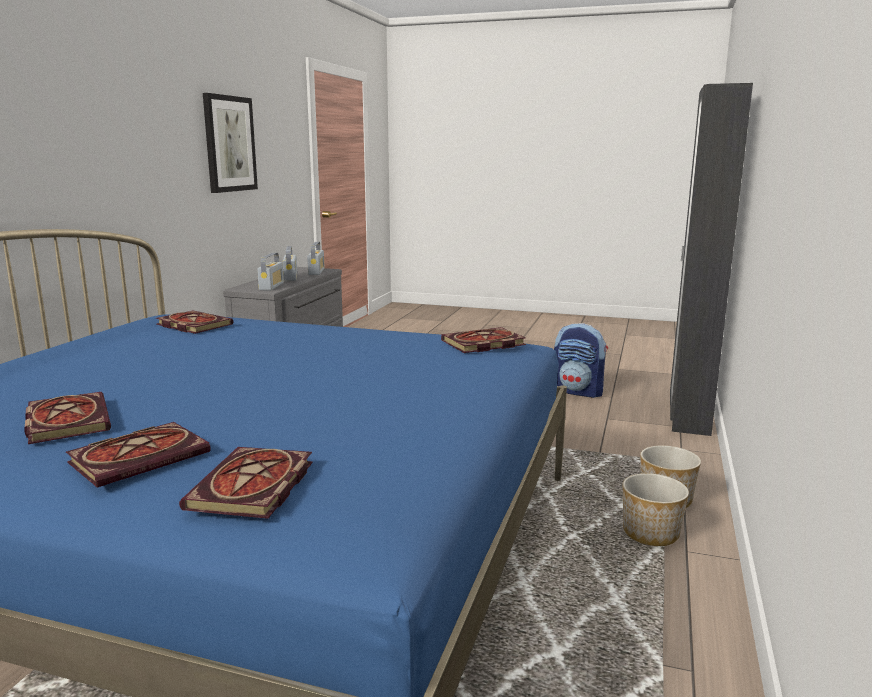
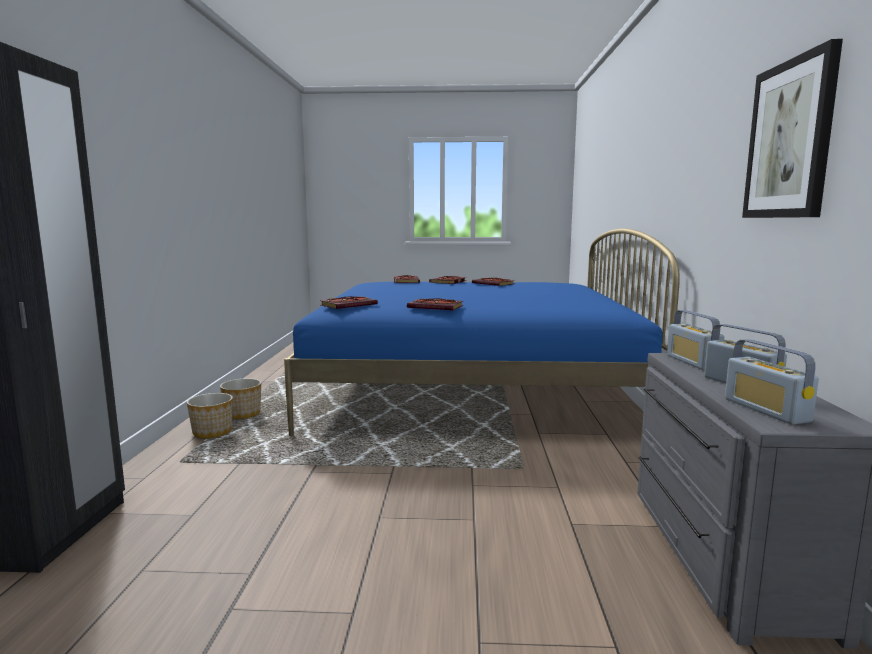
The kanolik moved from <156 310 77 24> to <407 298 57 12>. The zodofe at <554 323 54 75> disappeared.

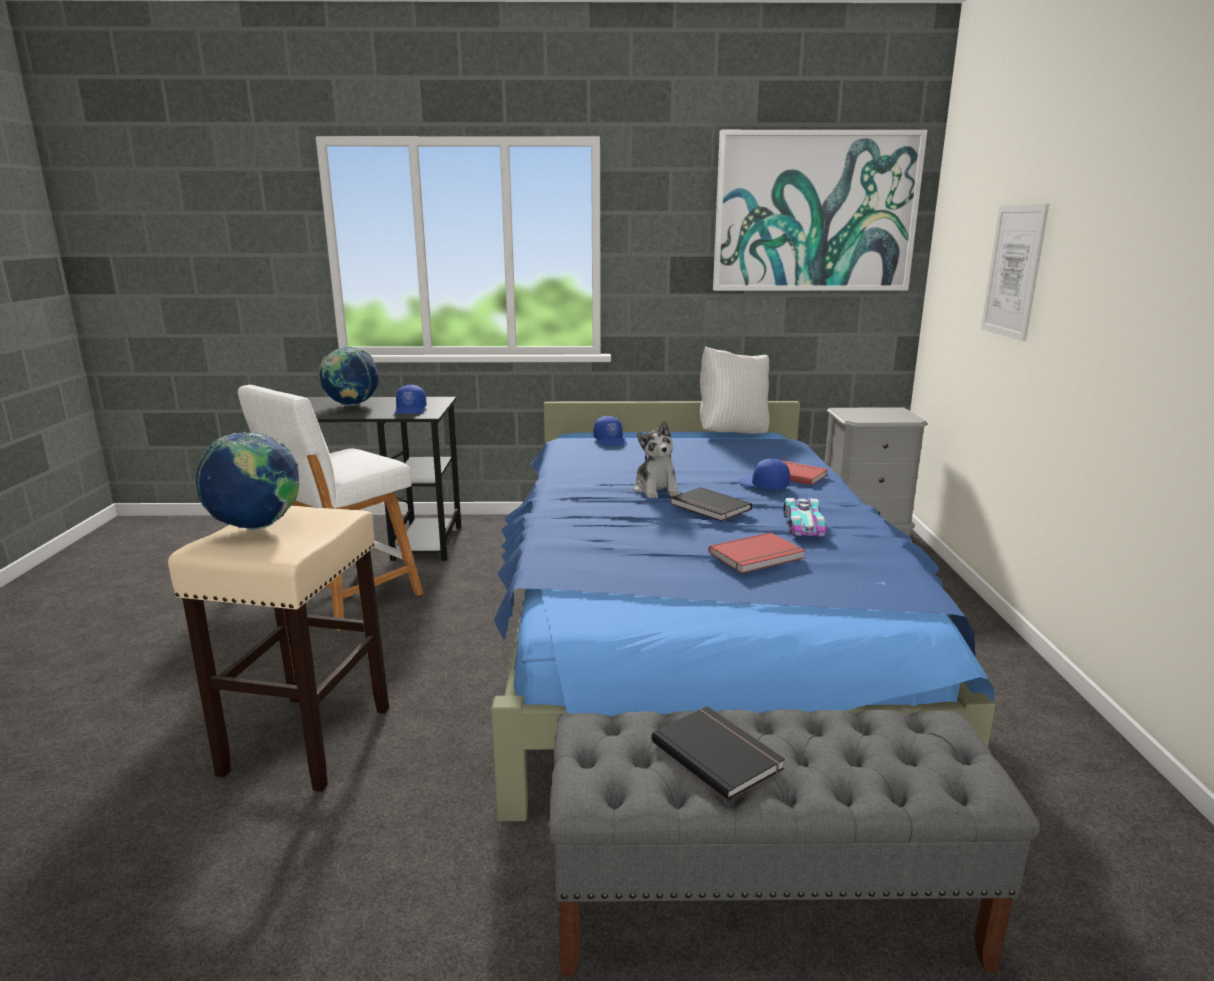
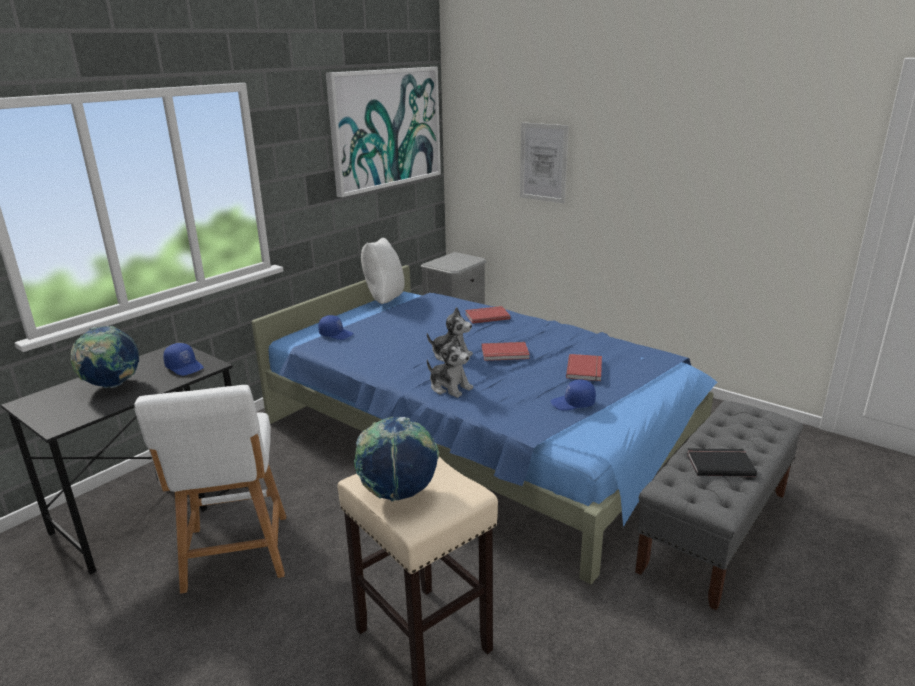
The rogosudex at <427 335 46 63> appeared. The black_kanolik at <670 487 82 34> became the red_kanolik at <482 342 48 19>. The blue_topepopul moved from <739 459 51 31> to <550 379 46 32>. The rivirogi at <783 497 43 40> disappeared.

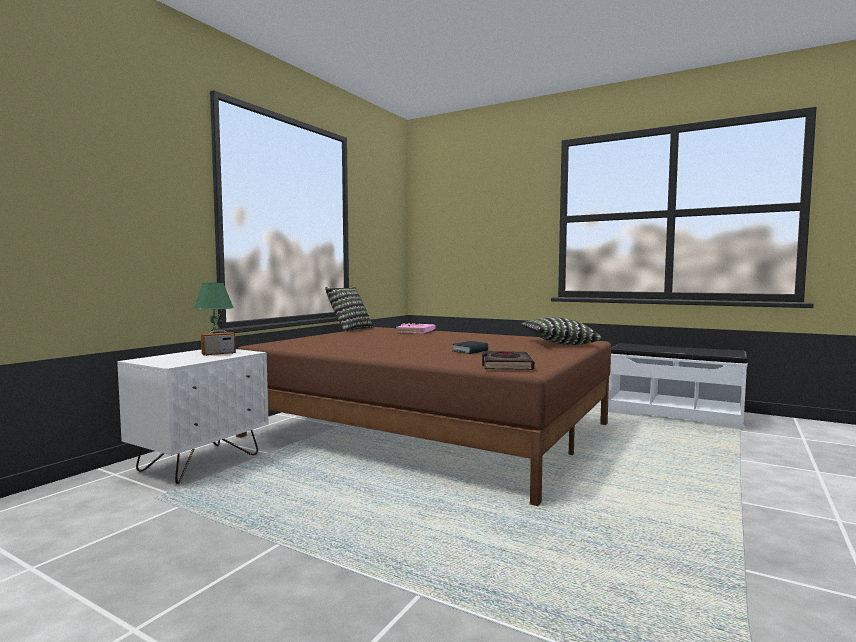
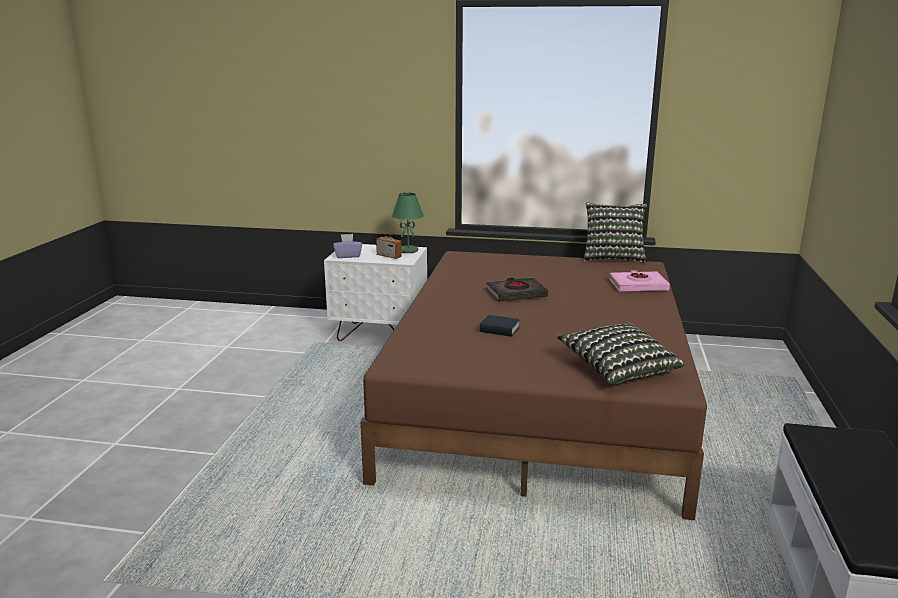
The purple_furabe at <333 234 29 24> appeared. The black_kanolik moved from <482 351 53 19> to <486 278 62 24>.

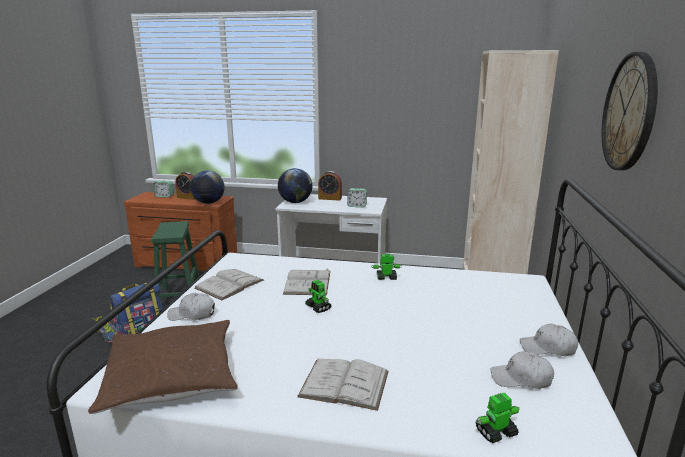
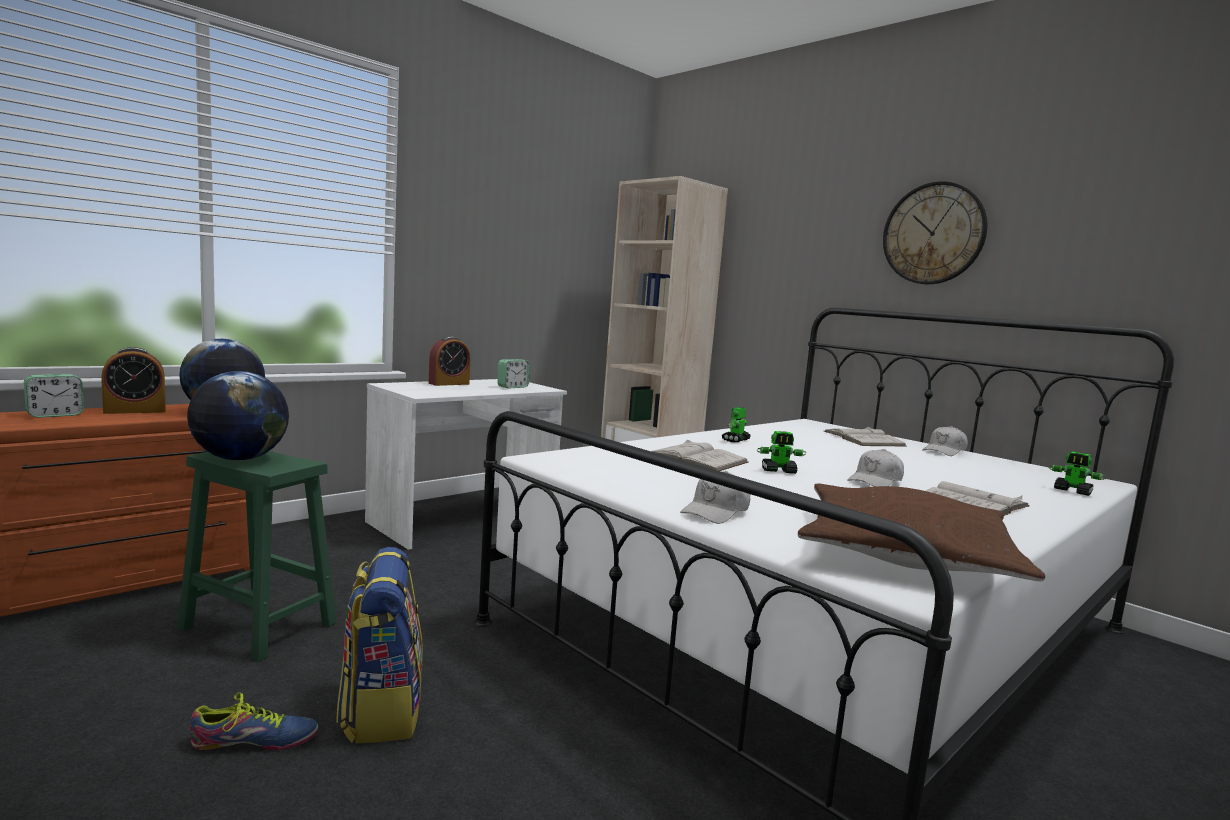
The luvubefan moved from <278 168 35 35> to <187 371 102 89>. The white_kanolik moved from <194 269 70 32> to <824 426 82 20>. The white_topepopul moved from <490 351 64 38> to <847 449 57 38>. The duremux at <476 393 44 50> turned 60 degrees counterclockwise.

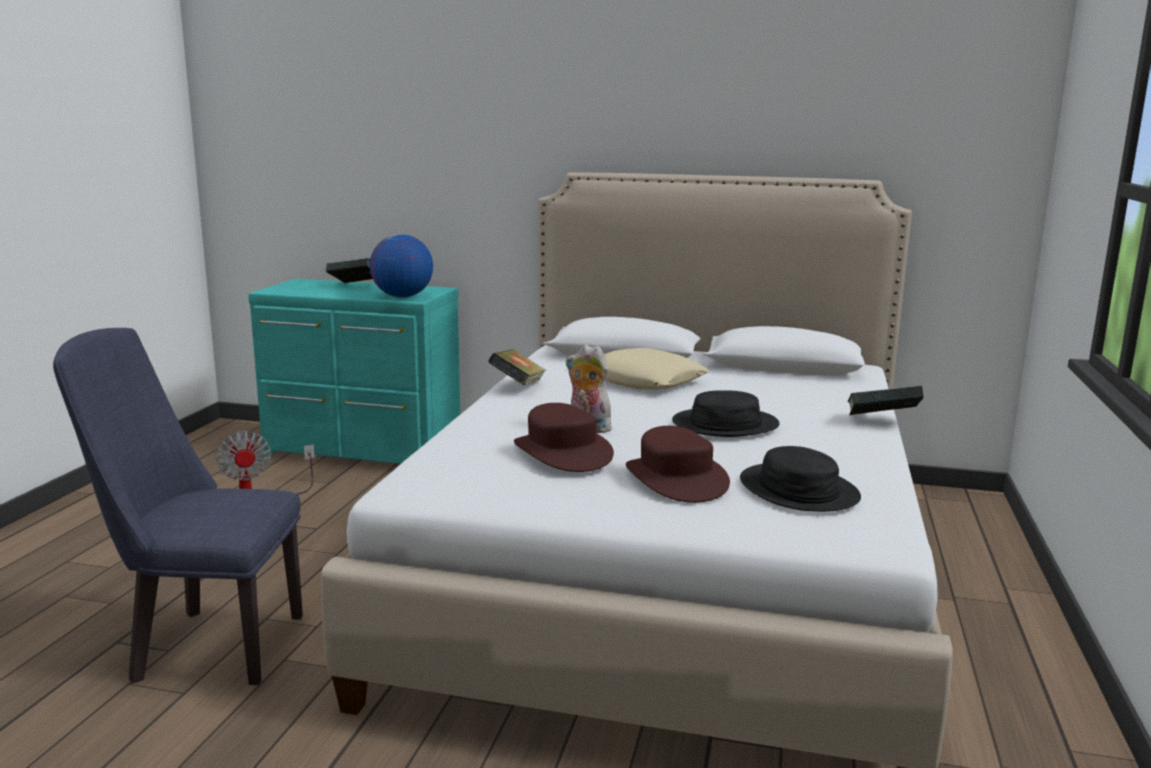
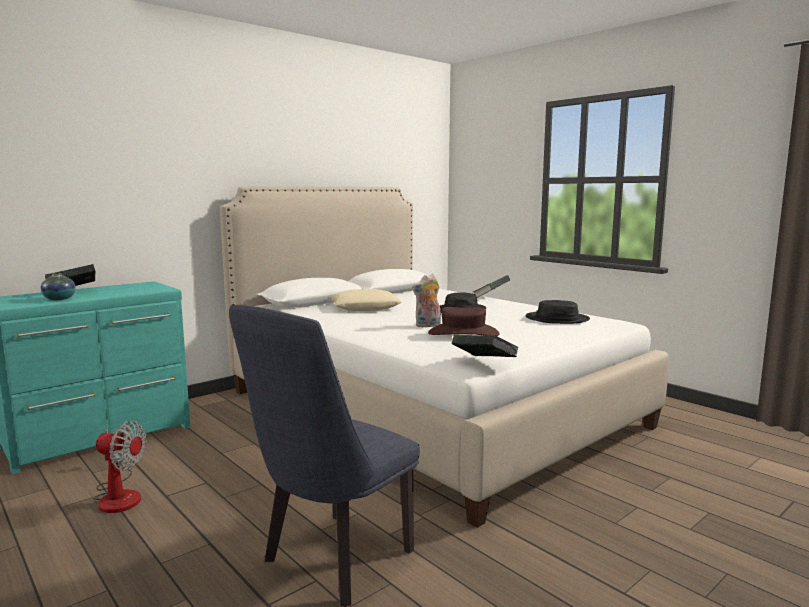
The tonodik at <41 273 35 27> appeared. The kanolik moved from <488 349 58 36> to <452 335 67 22>. The luvubefan at <370 234 63 63> disappeared. The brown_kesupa at <626 426 104 77> disappeared.

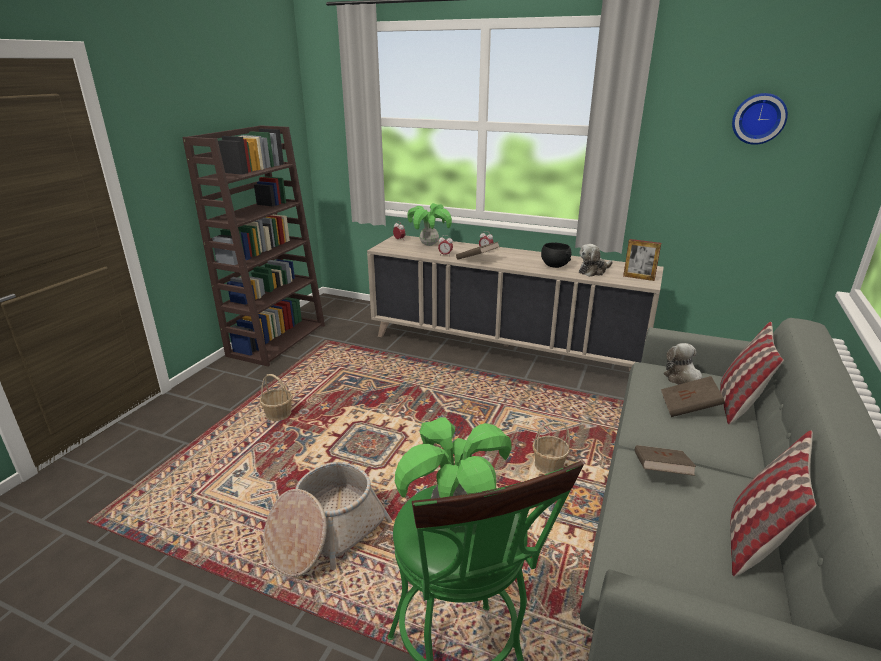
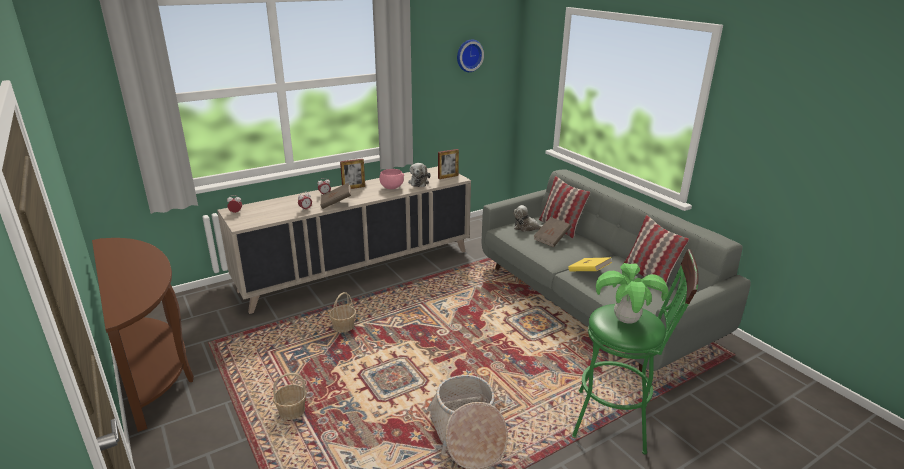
The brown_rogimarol at <182 125 143 242> was replaced by the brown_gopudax at <92 238 102 194>. The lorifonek moved from <532 422 38 52> to <329 292 27 40>. The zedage at <340 159 25 30> appeared. The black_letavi at <541 243 30 25> became the pink_letavi at <379 169 25 20>. The brown_kanolik at <635 445 61 31> became the yellow_kanolik at <568 257 44 14>. The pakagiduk at <407 203 45 43> disappeared.

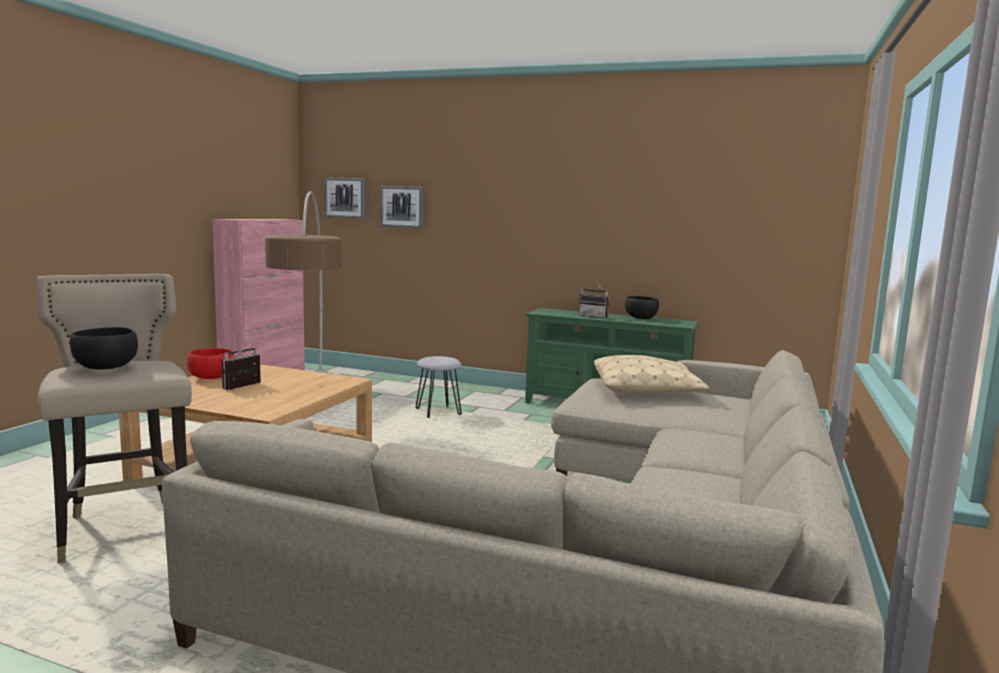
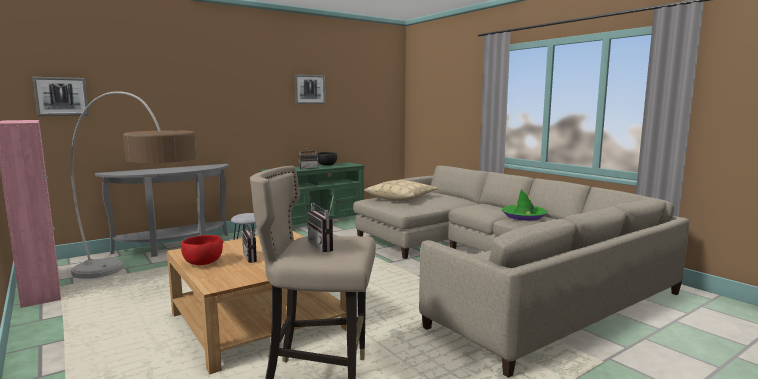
The grey_gopudax at <95 164 134 93> appeared. The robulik moved from <380 186 43 42> to <294 74 31 30>. The black_letavi at <70 327 68 43> was replaced by the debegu at <307 195 27 58>. The green_kesupa at <502 190 45 31> appeared.

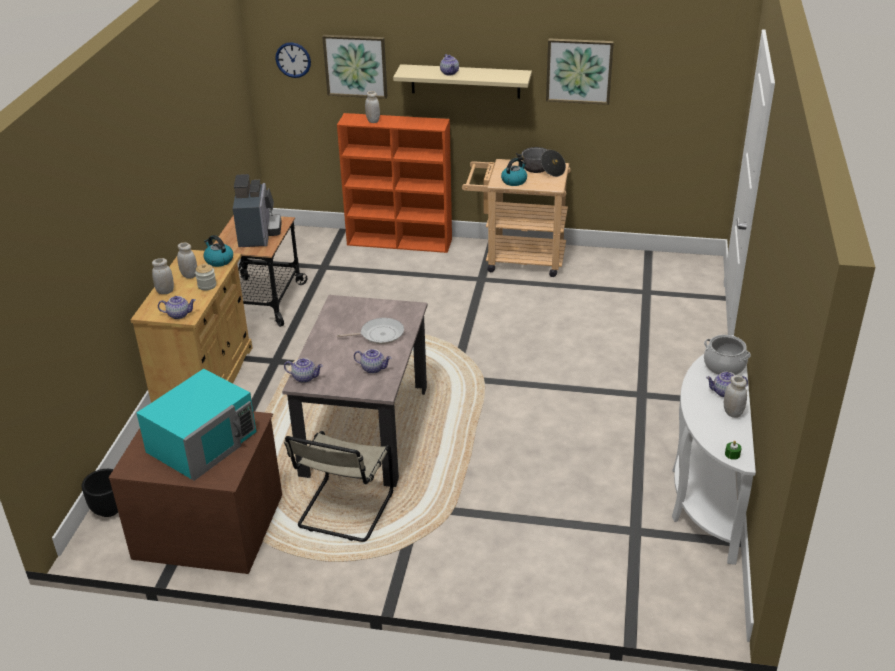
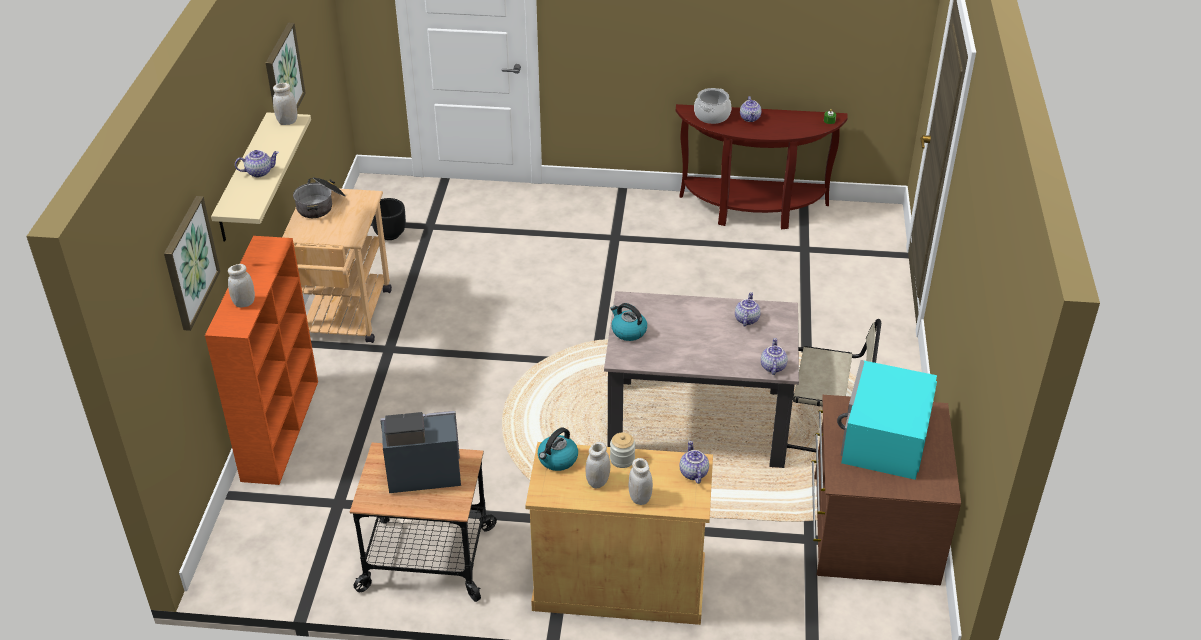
The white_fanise moved from <724 375 23 43> to <273 83 24 42>. The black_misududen moved from <82 469 36 48> to <372 198 34 42>. The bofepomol moved from <501 158 26 28> to <610 303 37 38>. The white_gopudax at <672 354 84 211> became the brown_gopudax at <676 104 172 125>. The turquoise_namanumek at <137 369 119 112> turned 105 degrees counterclockwise. The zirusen at <276 42 35 36> disappeared. The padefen at <337 318 67 26> disappeared.

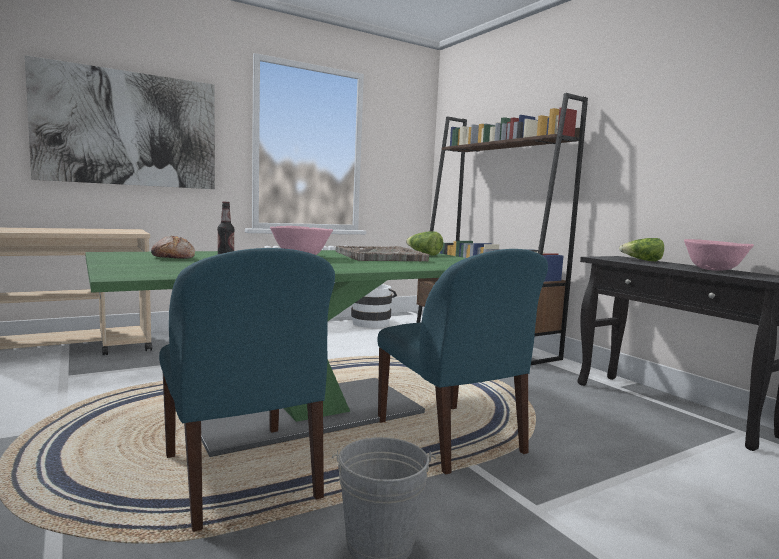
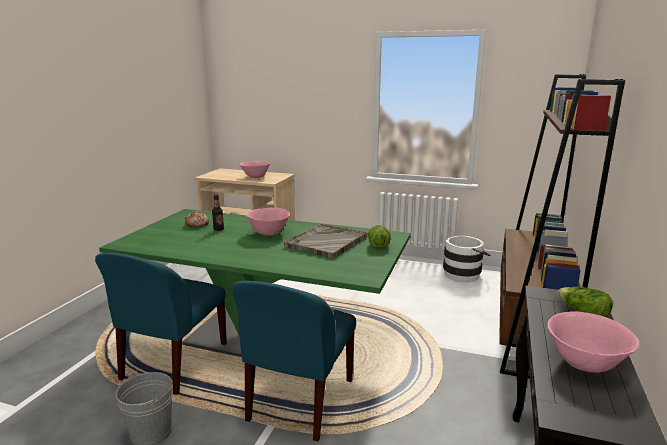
The pink_letavi at <240 161 30 17> appeared. The robulik at <25 55 190 134> disappeared.

